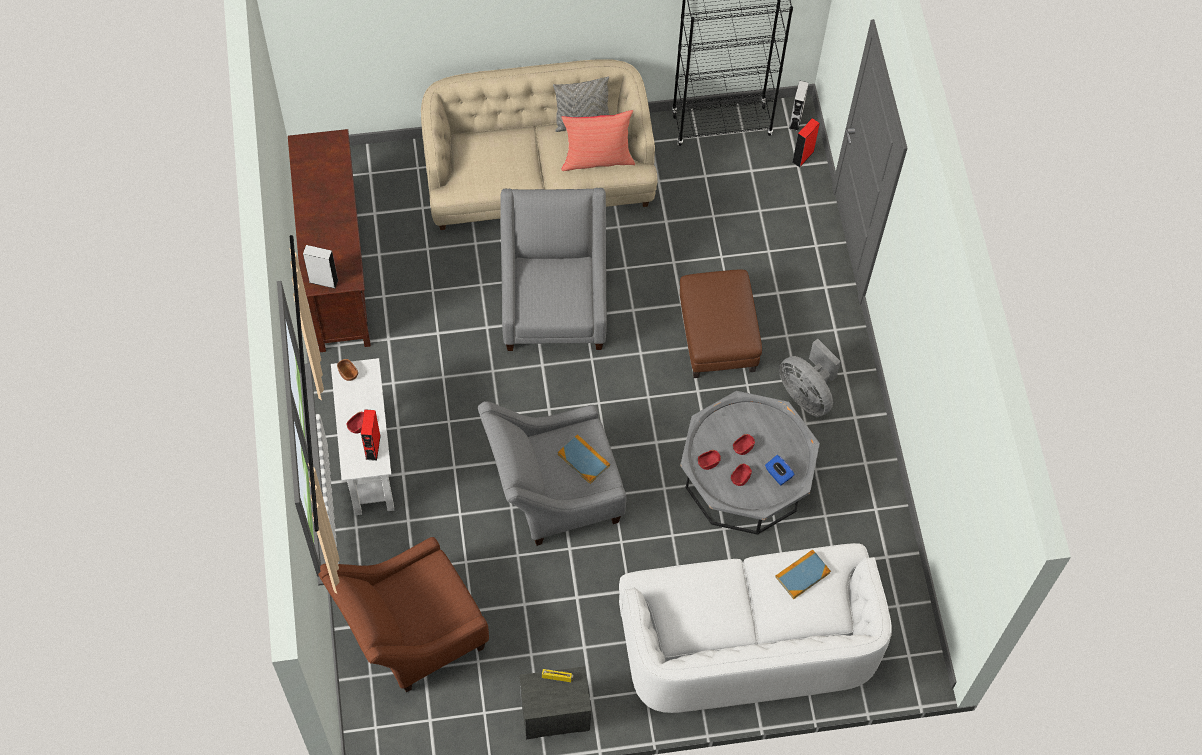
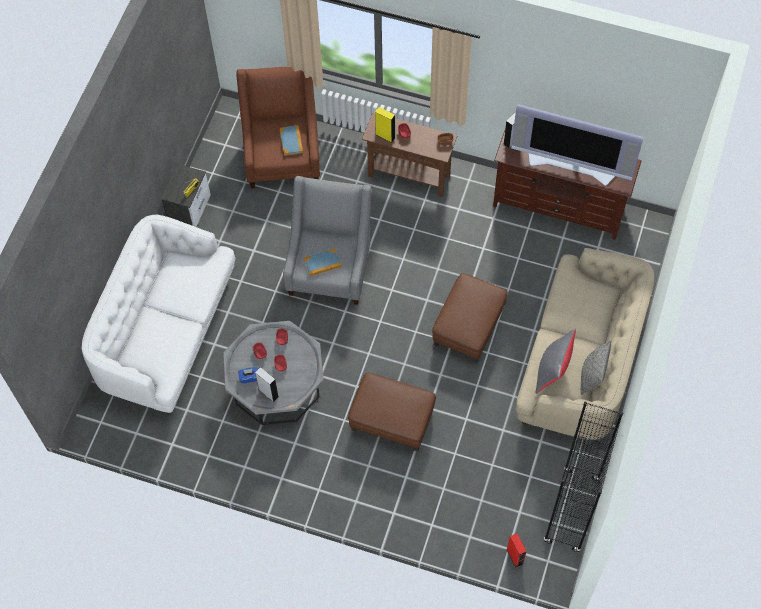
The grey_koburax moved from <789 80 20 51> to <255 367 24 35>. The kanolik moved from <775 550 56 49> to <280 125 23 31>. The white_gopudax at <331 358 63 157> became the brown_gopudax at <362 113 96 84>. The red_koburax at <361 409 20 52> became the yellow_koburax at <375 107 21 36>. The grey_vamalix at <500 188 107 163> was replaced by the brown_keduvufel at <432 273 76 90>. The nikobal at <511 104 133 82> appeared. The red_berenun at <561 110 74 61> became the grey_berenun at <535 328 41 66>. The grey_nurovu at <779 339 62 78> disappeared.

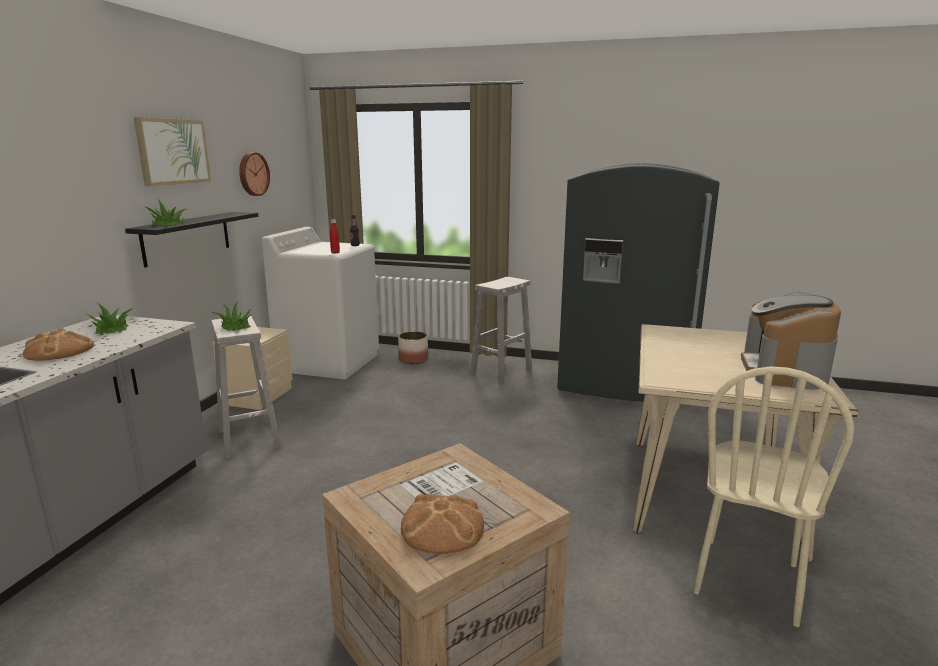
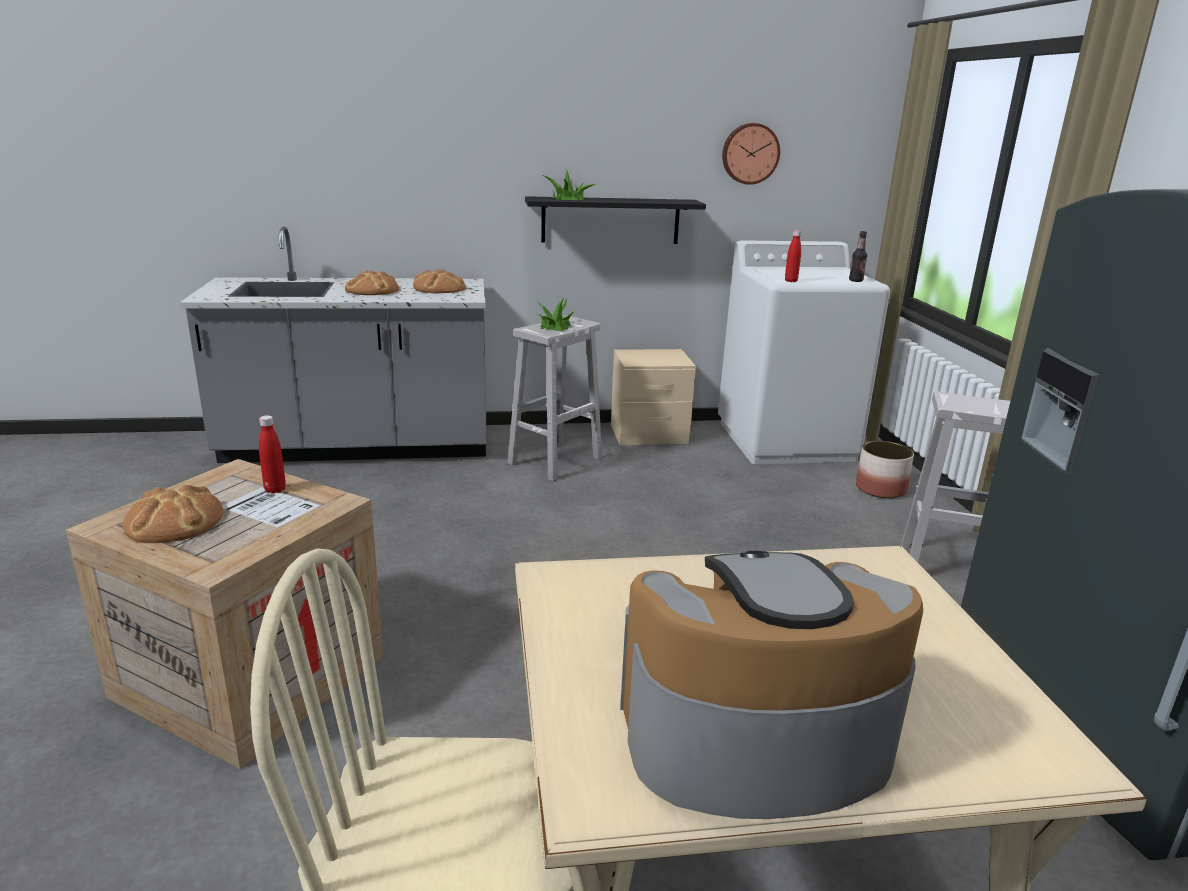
The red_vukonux at <259 415 27 79> appeared. The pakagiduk at <87 303 47 32> was replaced by the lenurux at <413 269 53 24>. The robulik at <134 117 77 69> disappeared.

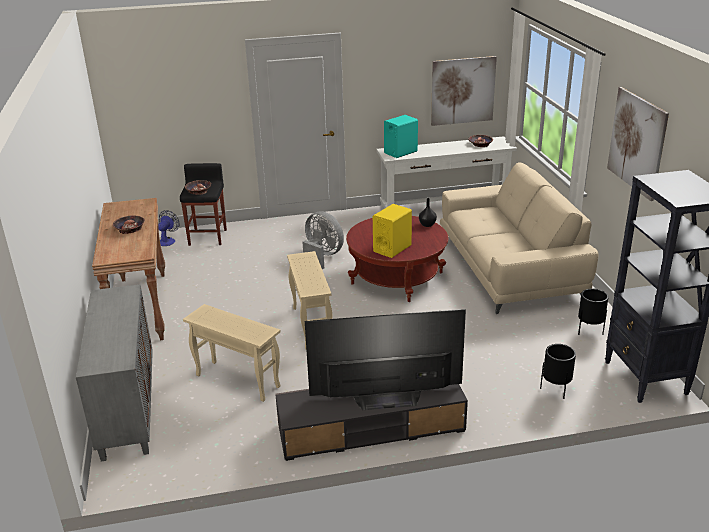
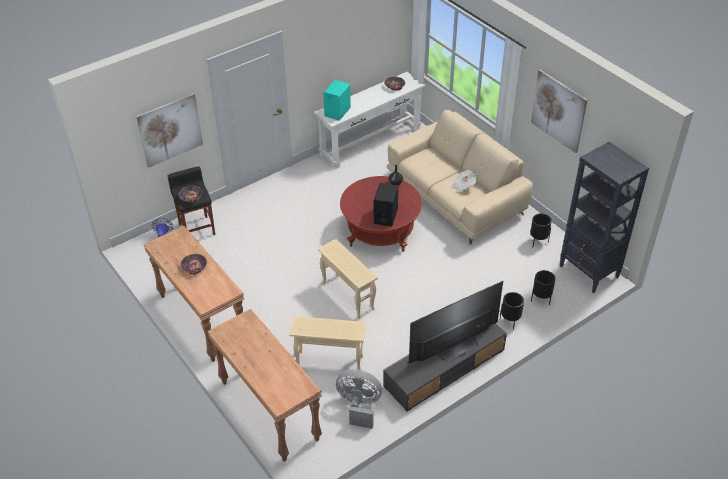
The robulik moved from <431 56 66 70> to <136 93 67 75>. The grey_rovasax at <76 284 77 178> was replaced by the brown_gopudax at <207 309 115 153>. The grey_nurovu moved from <303 211 41 58> to <336 369 46 60>. The yellow_koburax at <373 204 39 54> became the black_koburax at <374 183 24 44>. The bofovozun at <451 169 26 23> appeared. The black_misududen at <500 292 24 38> appeared.

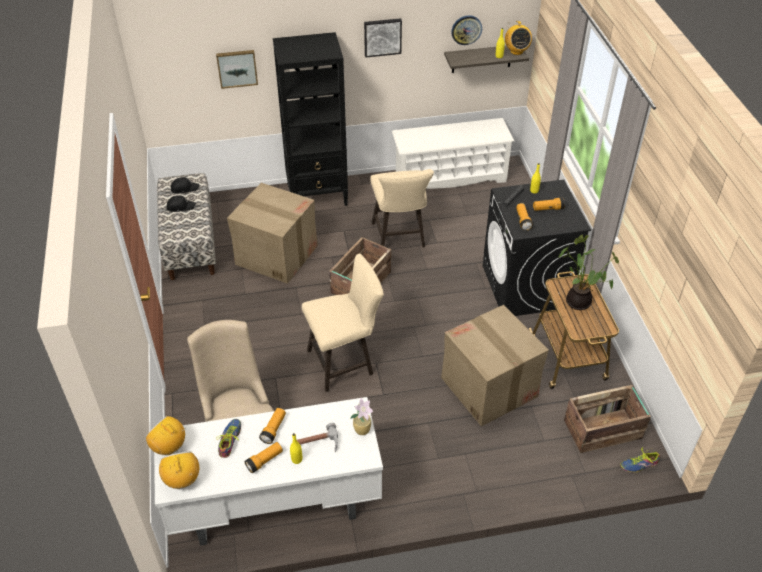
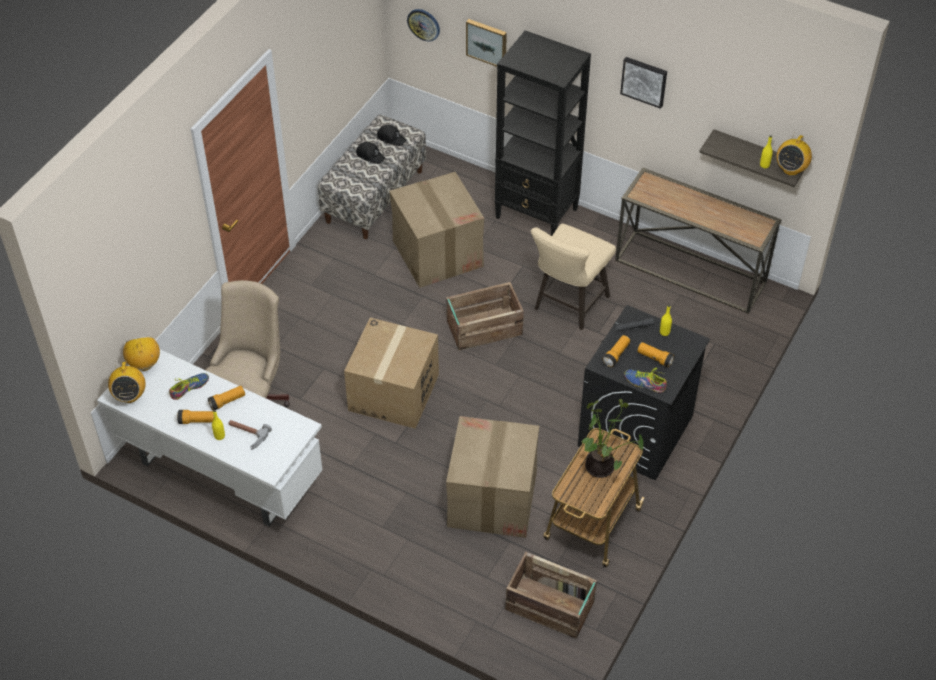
The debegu at <159 452 40 37> turned 150 degrees clockwise. The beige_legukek at <302 253 82 139> was replaced by the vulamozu at <344 317 95 112>. The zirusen moved from <451 15 31 30> to <407 9 33 33>. The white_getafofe at <392 118 122 71> was replaced by the gopudax at <615 168 167 146>. The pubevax moved from <620 447 40 25> to <624 368 43 25>. The pakagiduk at <350 397 23 38> disappeared.

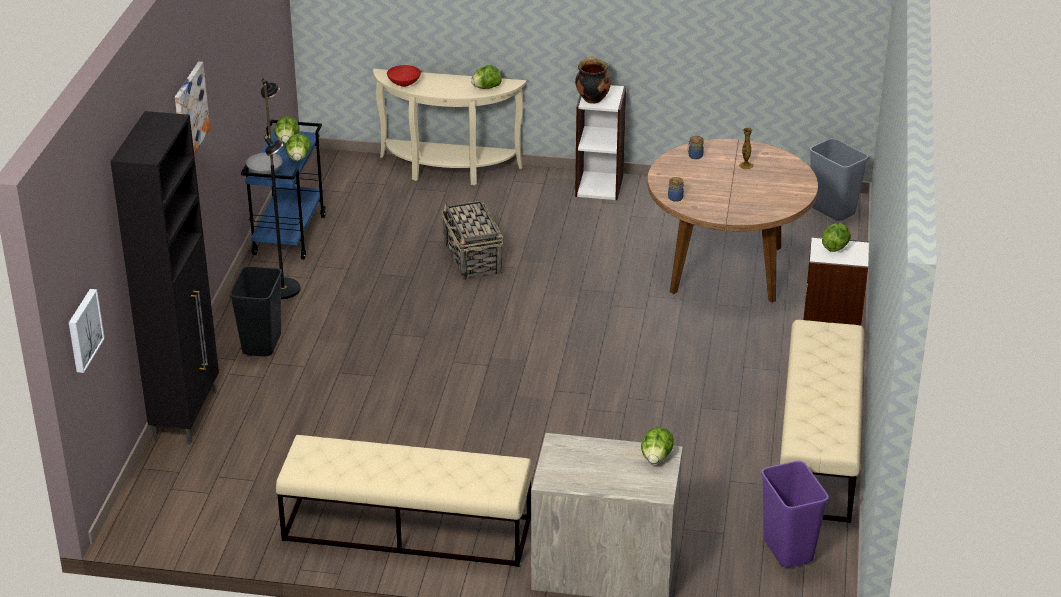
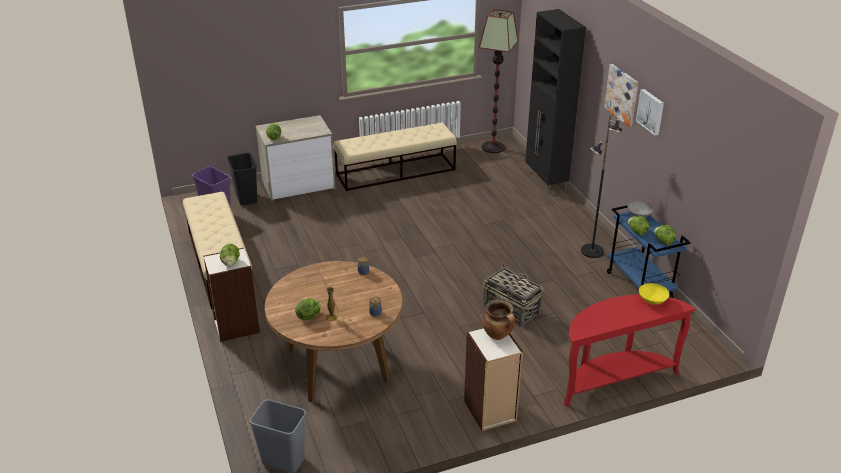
The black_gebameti moved from <229 266 53 90> to <227 153 30 52>. The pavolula moved from <471 65 31 24> to <295 298 26 22>. The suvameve at <479 9 39 144> appeared. The beige_gopudax at <373 69 153 116> became the red_gopudax at <564 294 132 113>. The robulik moved from <69 289 36 84> to <636 89 28 47>. The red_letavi at <387 65 34 22> became the yellow_letavi at <639 283 30 21>.

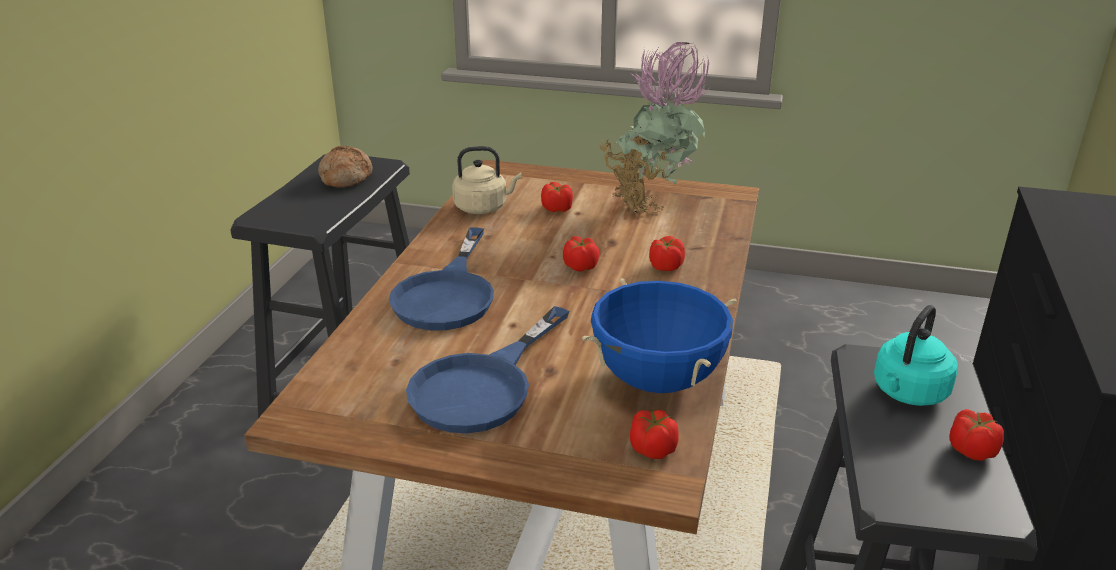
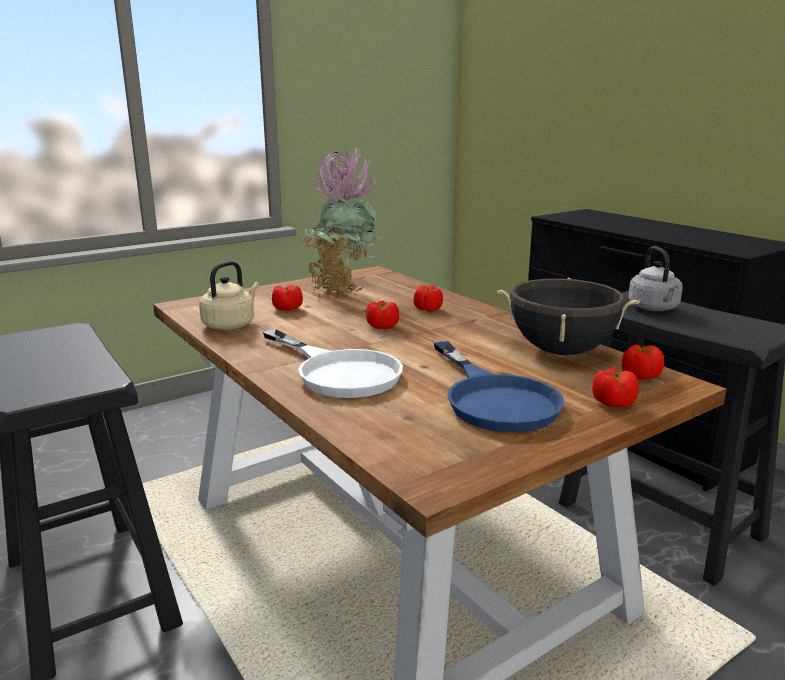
The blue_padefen at <389 228 105 102> became the white_padefen at <263 329 140 69>. The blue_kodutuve at <582 278 155 115> became the black_kodutuve at <497 278 143 77>. The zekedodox moved from <949 409 55 52> to <592 368 46 39>. The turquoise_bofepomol at <874 305 84 101> became the grey_bofepomol at <628 246 55 65>. The lenurux at <318 146 54 41> disappeared.

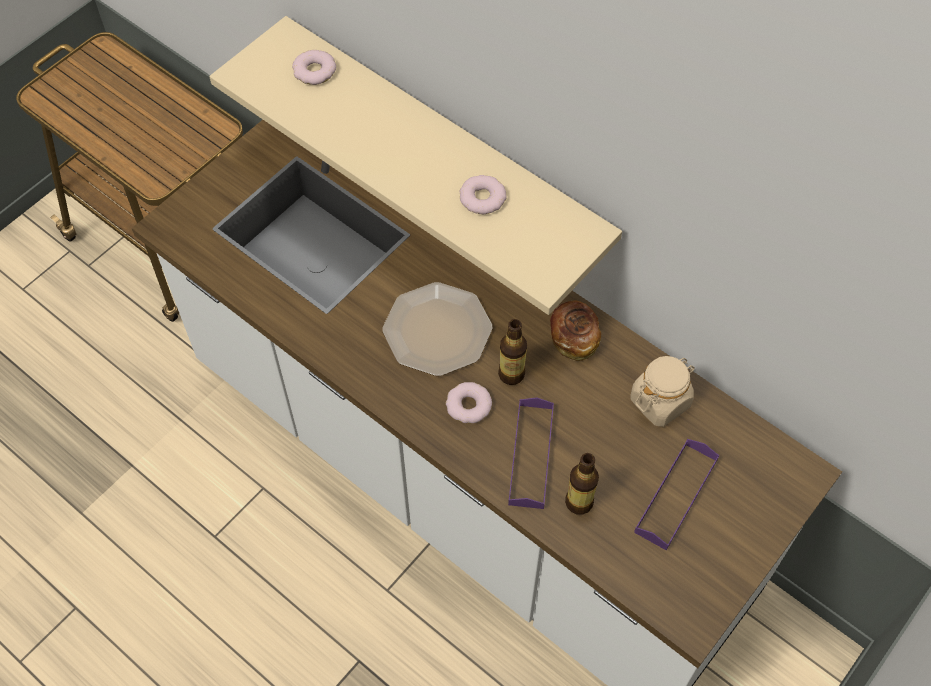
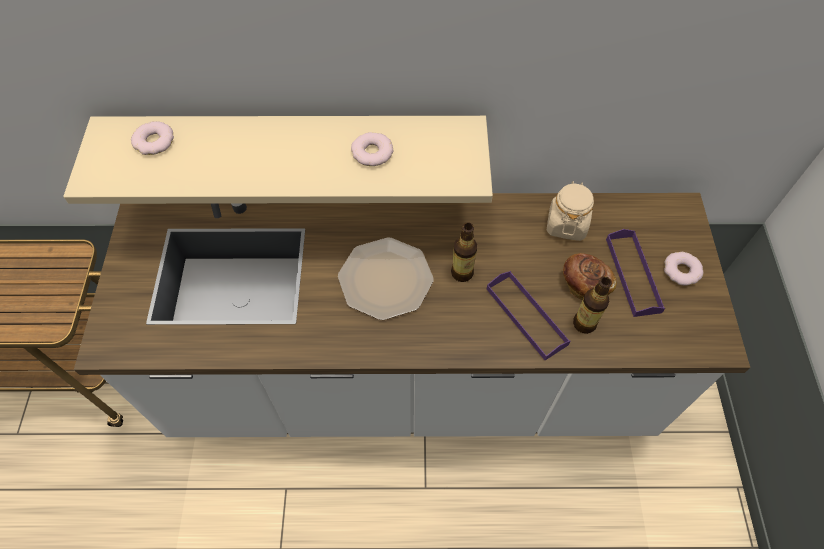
The lenurux moved from <550 300 51 61> to <563 253 54 47>. The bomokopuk moved from <446 382 46 41> to <664 252 39 34>.

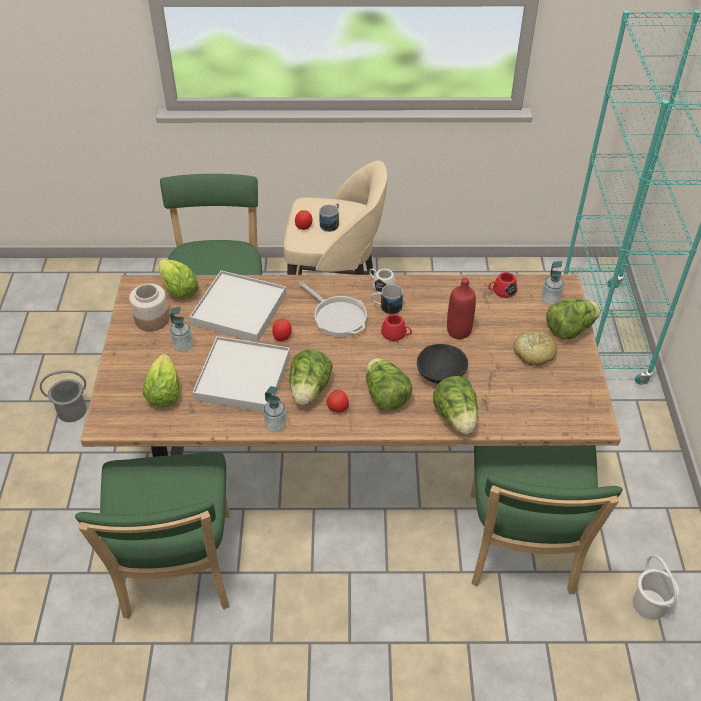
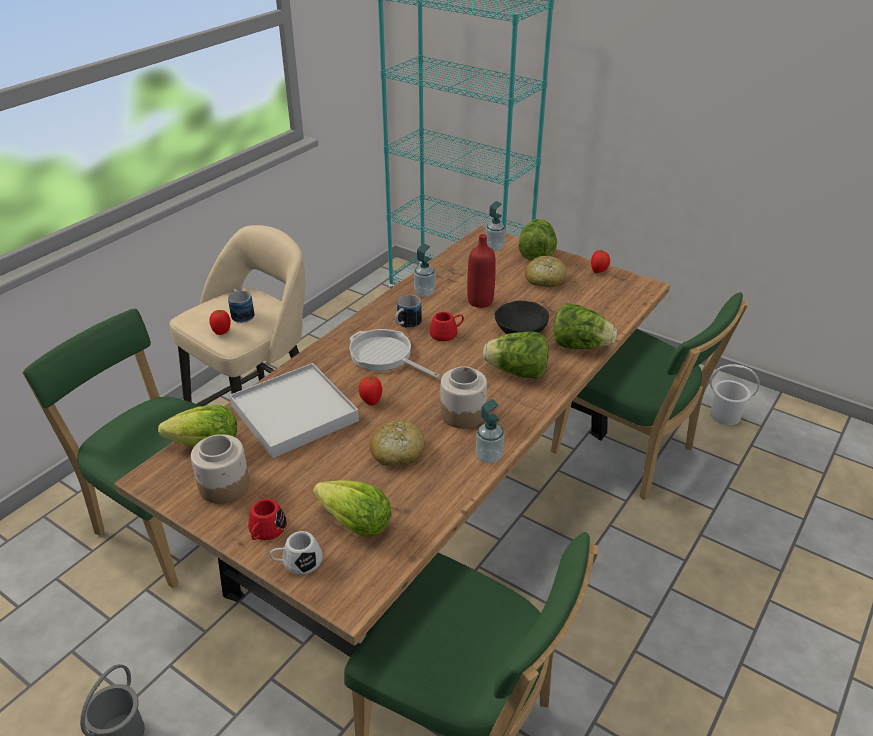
The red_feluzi moved from <489 272 29 26> to <248 499 39 41>. The white_feluzi moved from <369 269 27 24> to <270 531 53 44>. The padefen at <299 281 68 56> turned 135 degrees counterclockwise. The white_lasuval at <193 336 97 76> was replaced by the lenurux at <370 420 54 46>. The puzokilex moved from <170 307 23 45> to <414 244 21 53>. The pavolula at <289 349 44 56> was replaced by the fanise at <441 366 46 63>. The zekedodox moved from <326 390 23 23> to <591 250 19 23>.

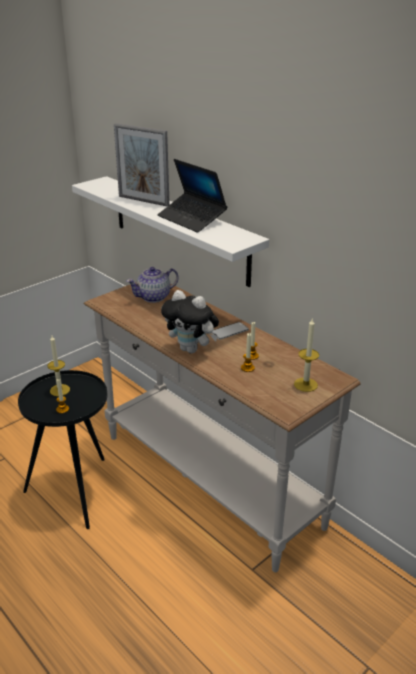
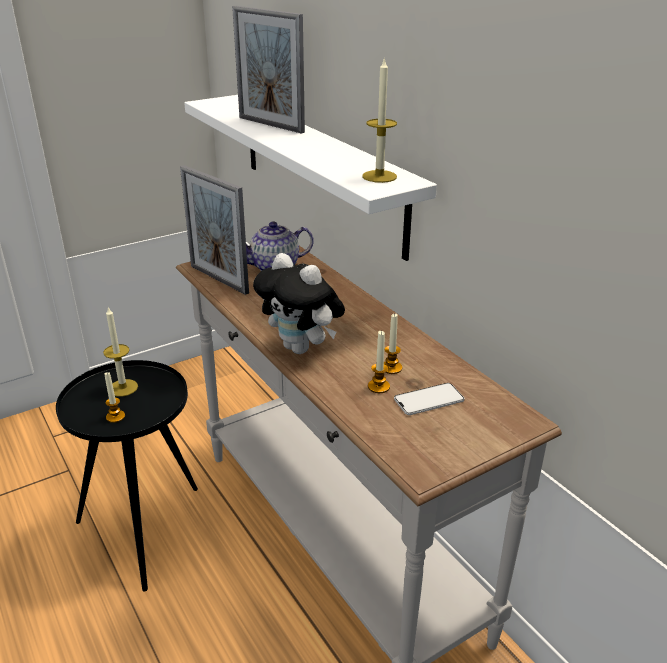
The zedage at <180 165 69 130> appeared. The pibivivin moved from <294 318 25 74> to <362 57 35 126>. The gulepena moved from <211 322 38 18> to <394 383 70 32>. The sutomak at <158 159 69 74> disappeared.

